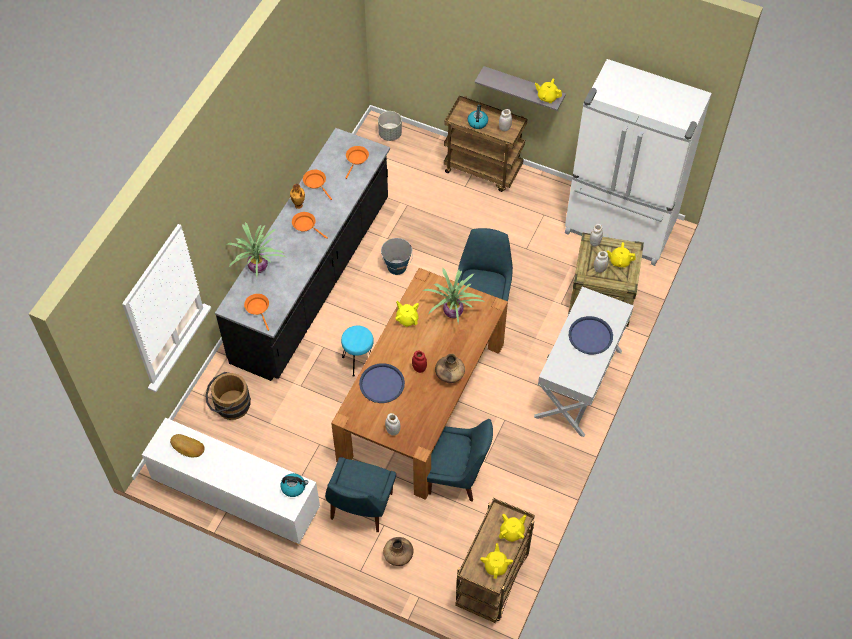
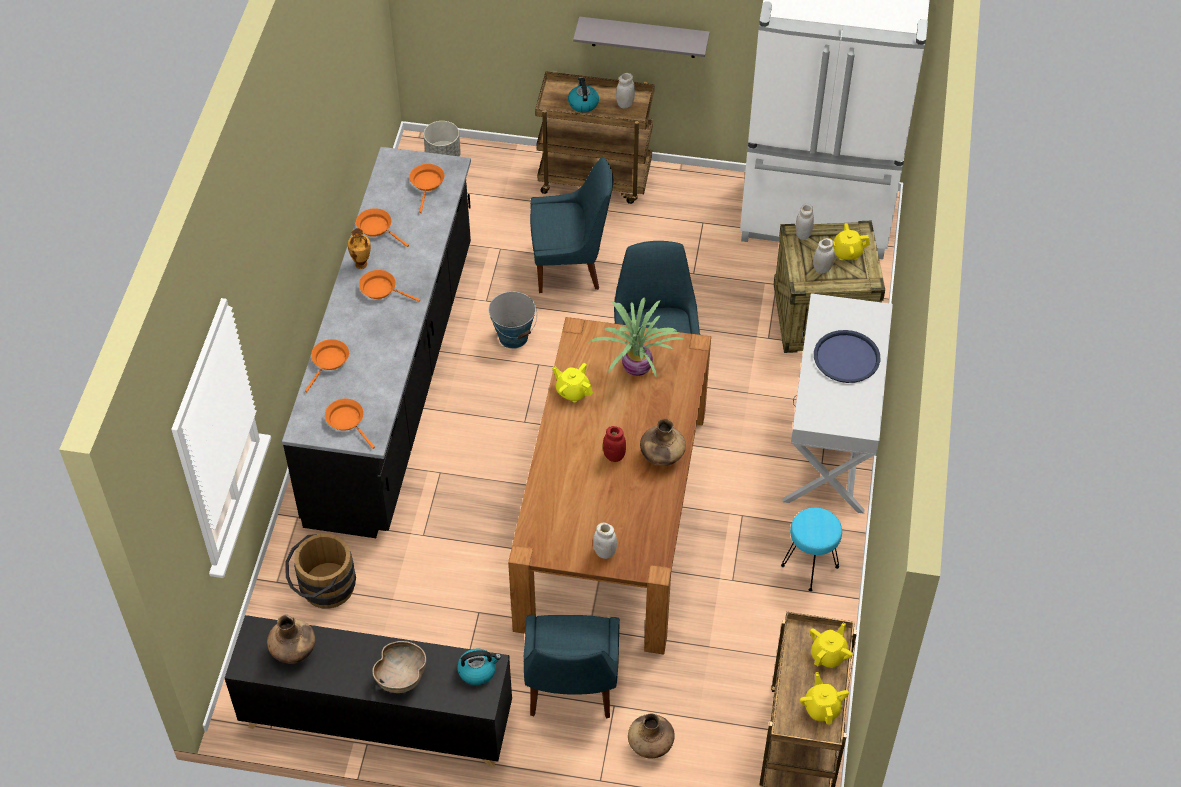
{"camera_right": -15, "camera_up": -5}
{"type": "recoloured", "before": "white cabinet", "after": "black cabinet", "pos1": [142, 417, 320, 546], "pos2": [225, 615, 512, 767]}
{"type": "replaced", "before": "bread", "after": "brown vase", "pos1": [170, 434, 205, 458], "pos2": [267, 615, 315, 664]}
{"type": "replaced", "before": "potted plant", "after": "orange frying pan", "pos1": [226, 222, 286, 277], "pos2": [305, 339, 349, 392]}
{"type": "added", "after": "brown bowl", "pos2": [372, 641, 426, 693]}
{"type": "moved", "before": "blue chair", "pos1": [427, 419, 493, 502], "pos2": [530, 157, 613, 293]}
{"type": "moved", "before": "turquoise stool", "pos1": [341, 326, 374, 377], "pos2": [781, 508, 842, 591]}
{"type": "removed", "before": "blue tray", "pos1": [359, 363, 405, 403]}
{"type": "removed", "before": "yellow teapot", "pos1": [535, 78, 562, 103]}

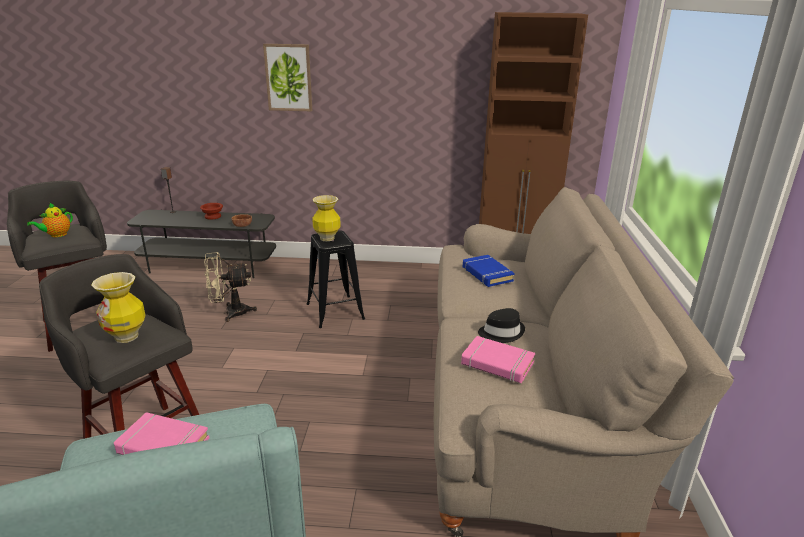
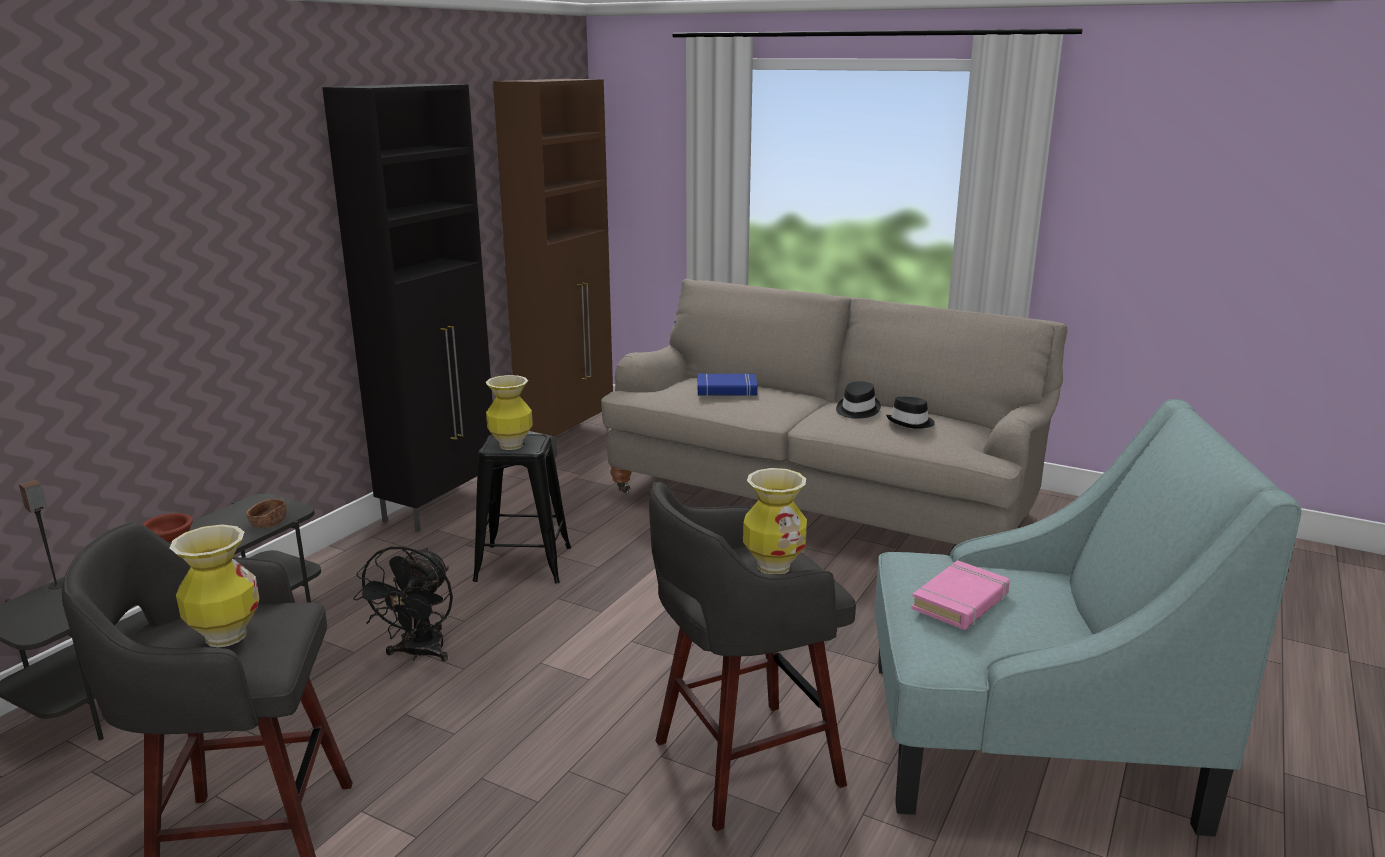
{"camera_right": -65, "camera_up": -5}
{"type": "replaced", "before": "teapot", "after": "vase", "pos1": [27, 202, 73, 237], "pos2": [169, 524, 259, 648]}
{"type": "added", "after": "black cabinet", "pos2": [322, 84, 493, 532]}
{"type": "recoloured", "before": "beige fan", "after": "black fan", "pos1": [204, 252, 257, 322], "pos2": [353, 546, 453, 662]}
{"type": "replaced", "before": "pink book", "after": "black hat", "pos1": [461, 336, 535, 383], "pos2": [886, 397, 935, 429]}
{"type": "removed", "before": "picture", "pos1": [263, 44, 312, 111]}

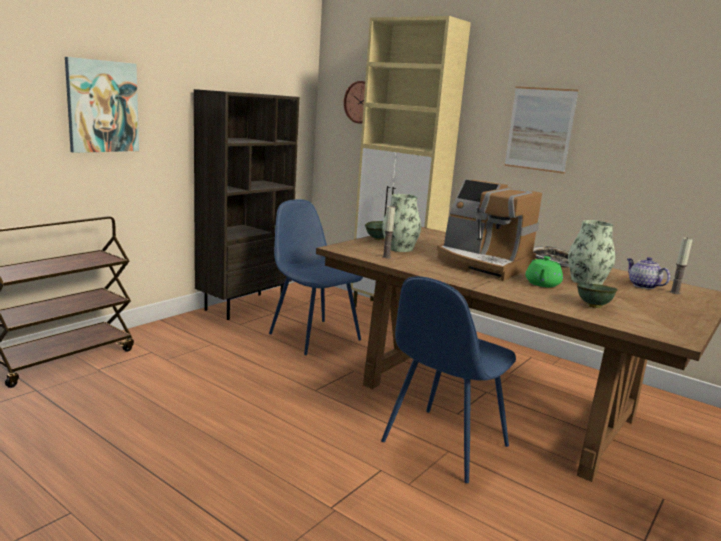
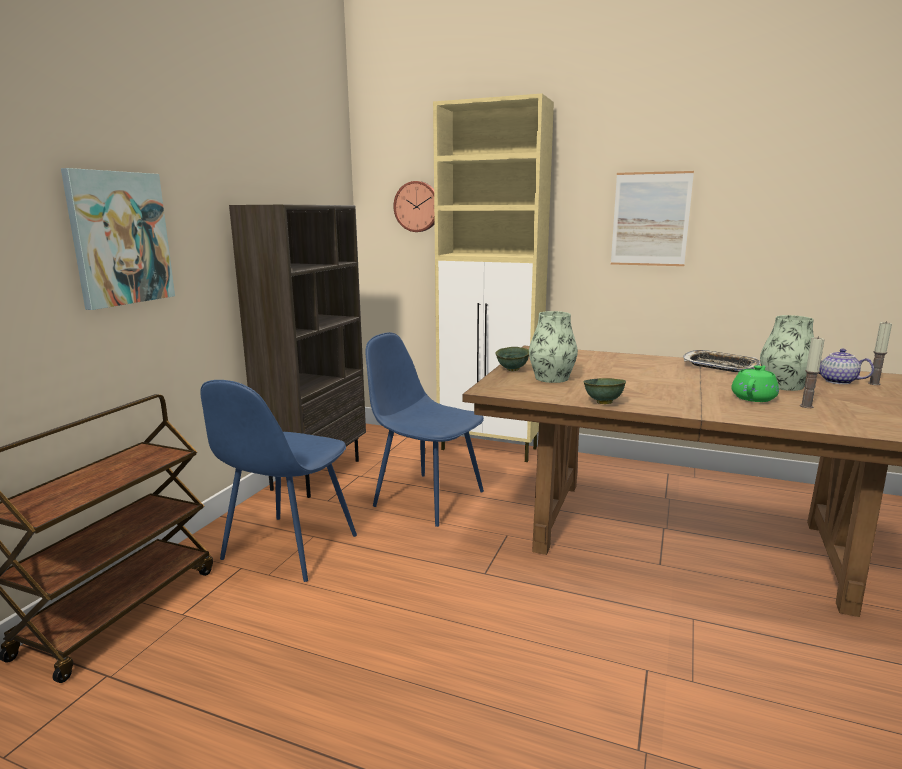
{"camera_right": -15, "camera_up": 0}
{"type": "moved", "before": "blue chair", "pos1": [381, 276, 516, 483], "pos2": [200, 380, 357, 582]}
{"type": "moved", "before": "green bowl", "pos1": [577, 284, 617, 308], "pos2": [584, 378, 626, 404]}
{"type": "turned", "before": "green teapot", "pos1": [525, 256, 563, 287], "pos2": [731, 365, 779, 402], "turn": -150}
{"type": "moved", "before": "candle", "pos1": [382, 205, 395, 258], "pos2": [800, 336, 825, 408]}
{"type": "removed", "before": "coffee machine", "pos1": [437, 179, 542, 281]}

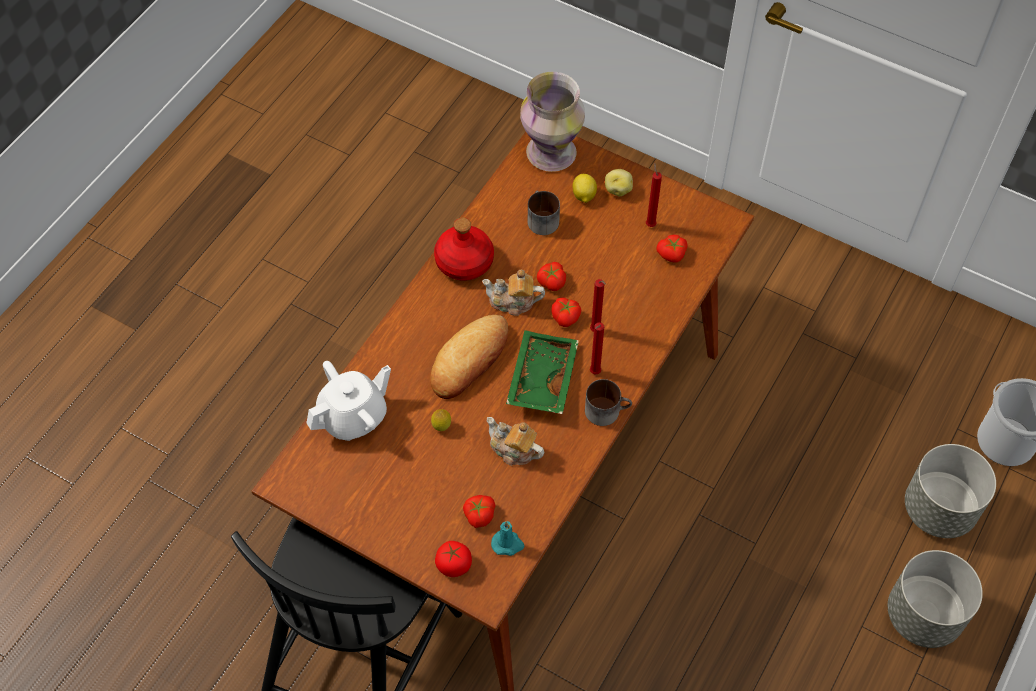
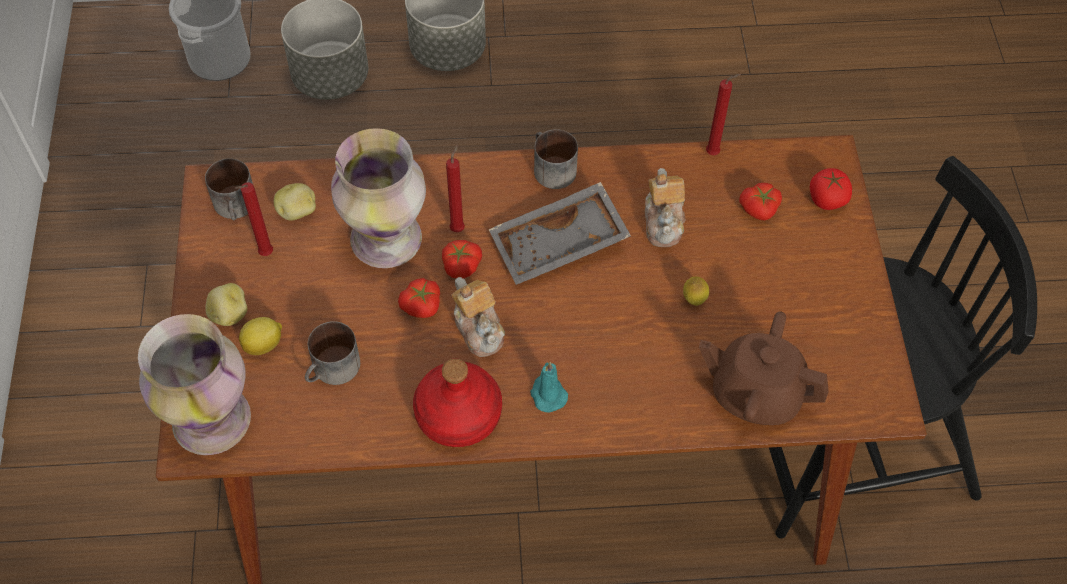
{"camera_right": -125, "camera_up": 0}
{"type": "added", "after": "mug", "pos2": [205, 158, 253, 220]}
{"type": "replaced", "before": "tomato", "after": "potato", "pos1": [657, 235, 687, 263], "pos2": [274, 183, 316, 220]}
{"type": "added", "after": "vase", "pos2": [331, 128, 426, 268]}
{"type": "recoloured", "before": "green tray", "after": "grey tray", "pos1": [506, 330, 579, 414], "pos2": [489, 182, 631, 285]}
{"type": "moved", "before": "turquoise candle", "pos1": [491, 521, 525, 556], "pos2": [530, 362, 568, 413]}
{"type": "recoloured", "before": "white teapot", "after": "brown teapot", "pos1": [307, 361, 391, 441], "pos2": [699, 311, 829, 425]}
{"type": "moved", "before": "red candle", "pos1": [590, 322, 604, 375], "pos2": [706, 74, 741, 155]}
{"type": "removed", "before": "bread", "pos1": [430, 315, 508, 399]}

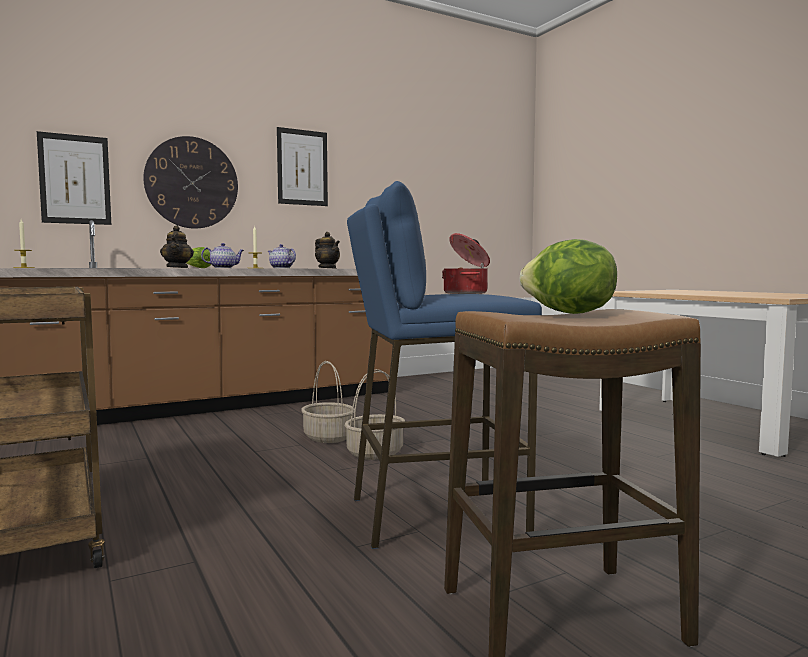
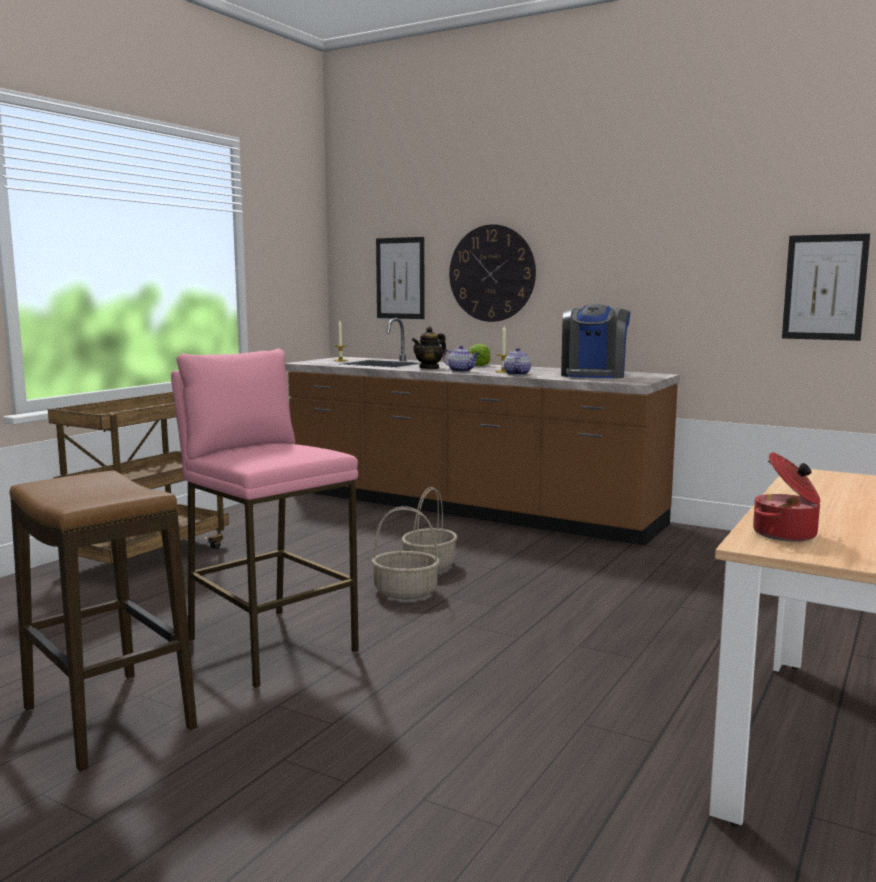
{"camera_right": 60, "camera_up": 5}
{"type": "recoloured", "before": "blue stool", "after": "pink stool", "pos1": [347, 181, 542, 549], "pos2": [171, 349, 359, 689]}
{"type": "replaced", "before": "teapot", "after": "coffee machine", "pos1": [315, 232, 340, 268], "pos2": [561, 304, 631, 378]}
{"type": "moved", "before": "cooking pot", "pos1": [442, 233, 490, 294], "pos2": [753, 452, 820, 541]}
{"type": "moved", "before": "picture", "pos1": [277, 127, 328, 206], "pos2": [782, 233, 870, 341]}
{"type": "removed", "before": "lettuce", "pos1": [520, 239, 617, 314]}

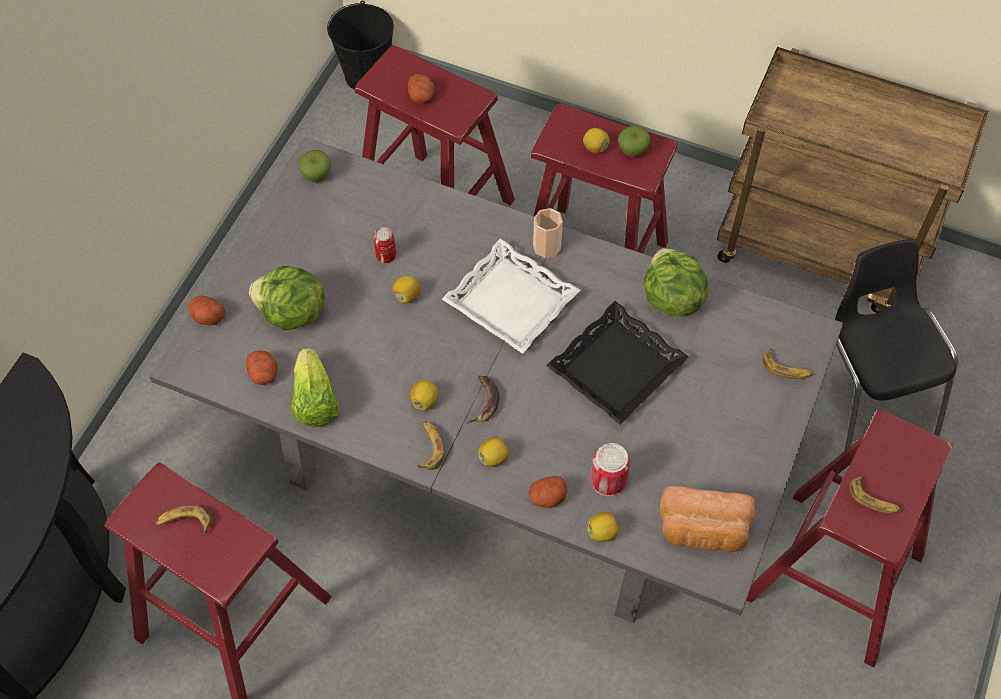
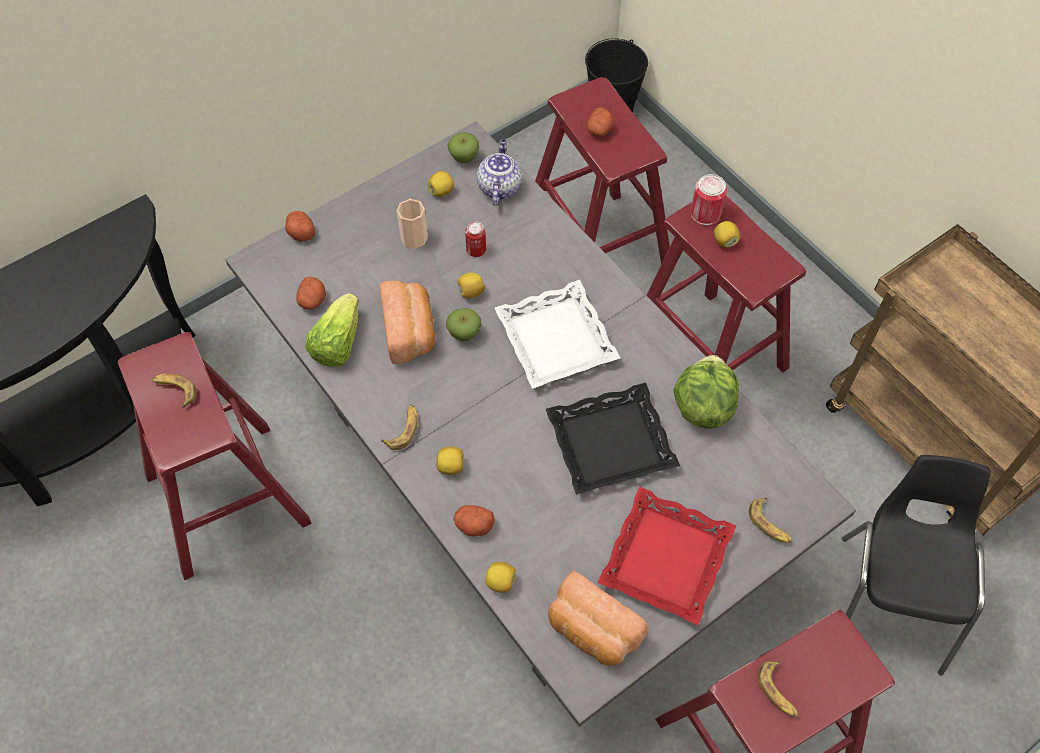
{"camera_right": 30, "camera_up": 0}
{"type": "added", "after": "bread", "pos2": [380, 281, 435, 364]}
{"type": "moved", "before": "cup", "pos1": [533, 208, 563, 258], "pos2": [397, 199, 428, 249]}
{"type": "moved", "before": "lemon", "pos1": [410, 380, 438, 410], "pos2": [428, 171, 454, 197]}
{"type": "moved", "before": "apple", "pos1": [618, 126, 650, 157], "pos2": [446, 308, 481, 342]}
{"type": "added", "after": "teapot", "pos2": [477, 139, 522, 206]}
{"type": "added", "after": "red tray", "pos2": [598, 487, 737, 625]}
{"type": "moved", "before": "can", "pos1": [590, 443, 630, 496], "pos2": [691, 174, 727, 225]}
{"type": "removed", "before": "lettuce", "pos1": [249, 266, 324, 330]}
{"type": "removed", "before": "banana", "pos1": [466, 376, 499, 424]}

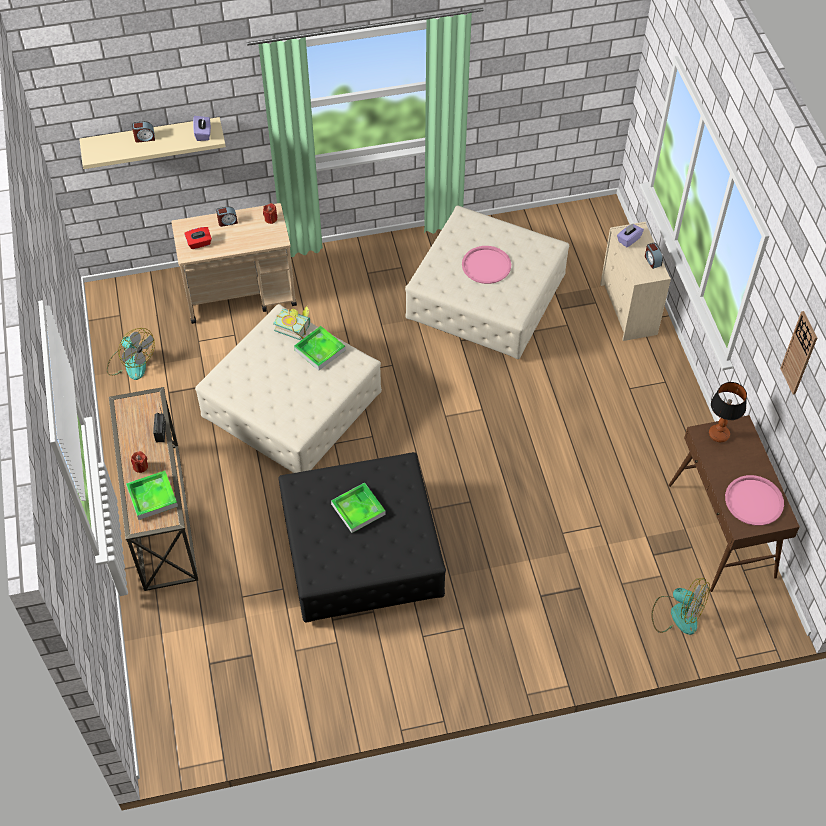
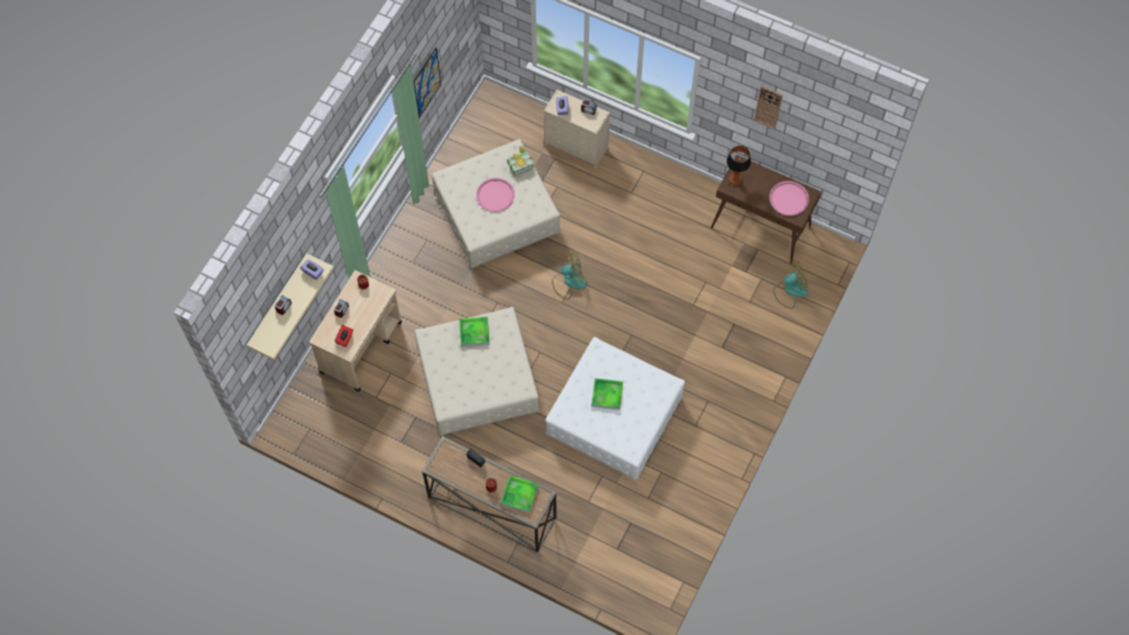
{"camera_right": -50, "camera_up": 10}
{"type": "added", "after": "picture", "pos2": [414, 48, 441, 118]}
{"type": "moved", "before": "book", "pos1": [273, 306, 310, 340], "pos2": [507, 146, 534, 176]}
{"type": "recoloured", "before": "black ottoman", "after": "white ottoman", "pos1": [279, 452, 446, 623], "pos2": [545, 337, 685, 480]}
{"type": "moved", "before": "fan", "pos1": [107, 328, 155, 380], "pos2": [552, 251, 586, 300]}

